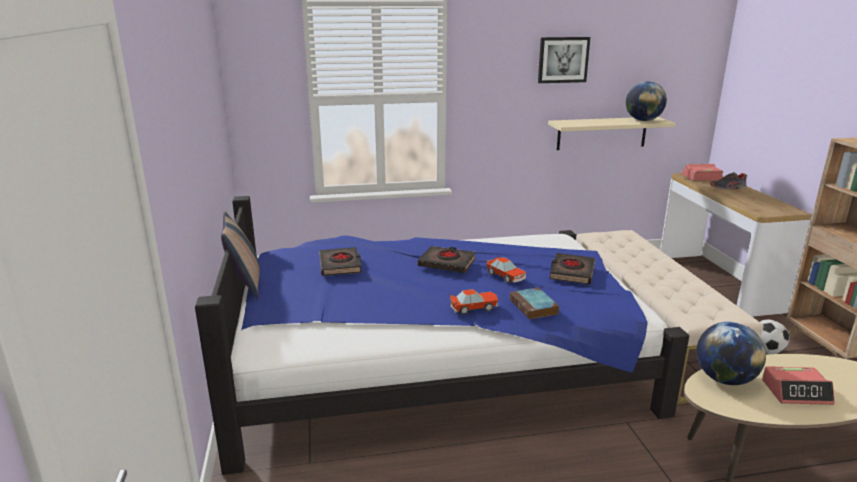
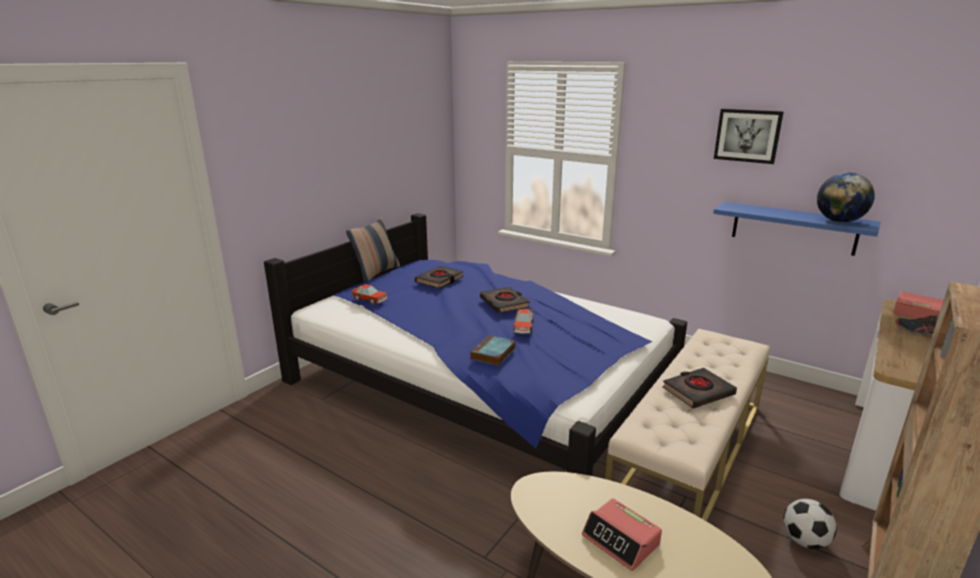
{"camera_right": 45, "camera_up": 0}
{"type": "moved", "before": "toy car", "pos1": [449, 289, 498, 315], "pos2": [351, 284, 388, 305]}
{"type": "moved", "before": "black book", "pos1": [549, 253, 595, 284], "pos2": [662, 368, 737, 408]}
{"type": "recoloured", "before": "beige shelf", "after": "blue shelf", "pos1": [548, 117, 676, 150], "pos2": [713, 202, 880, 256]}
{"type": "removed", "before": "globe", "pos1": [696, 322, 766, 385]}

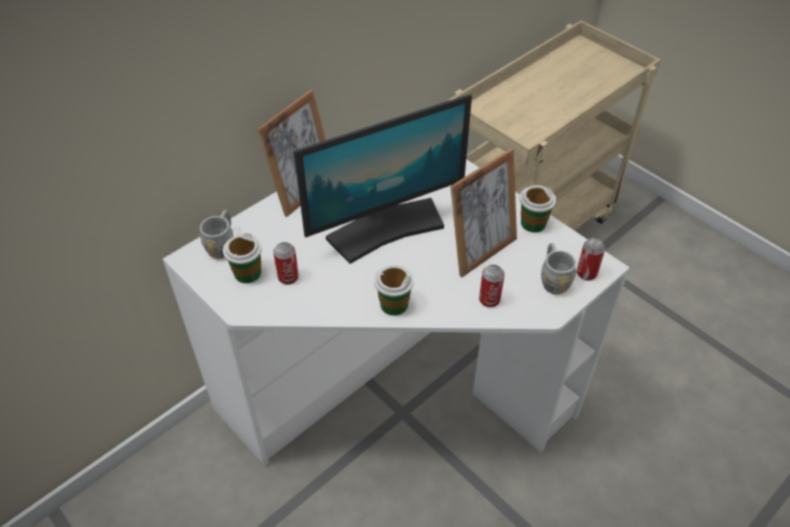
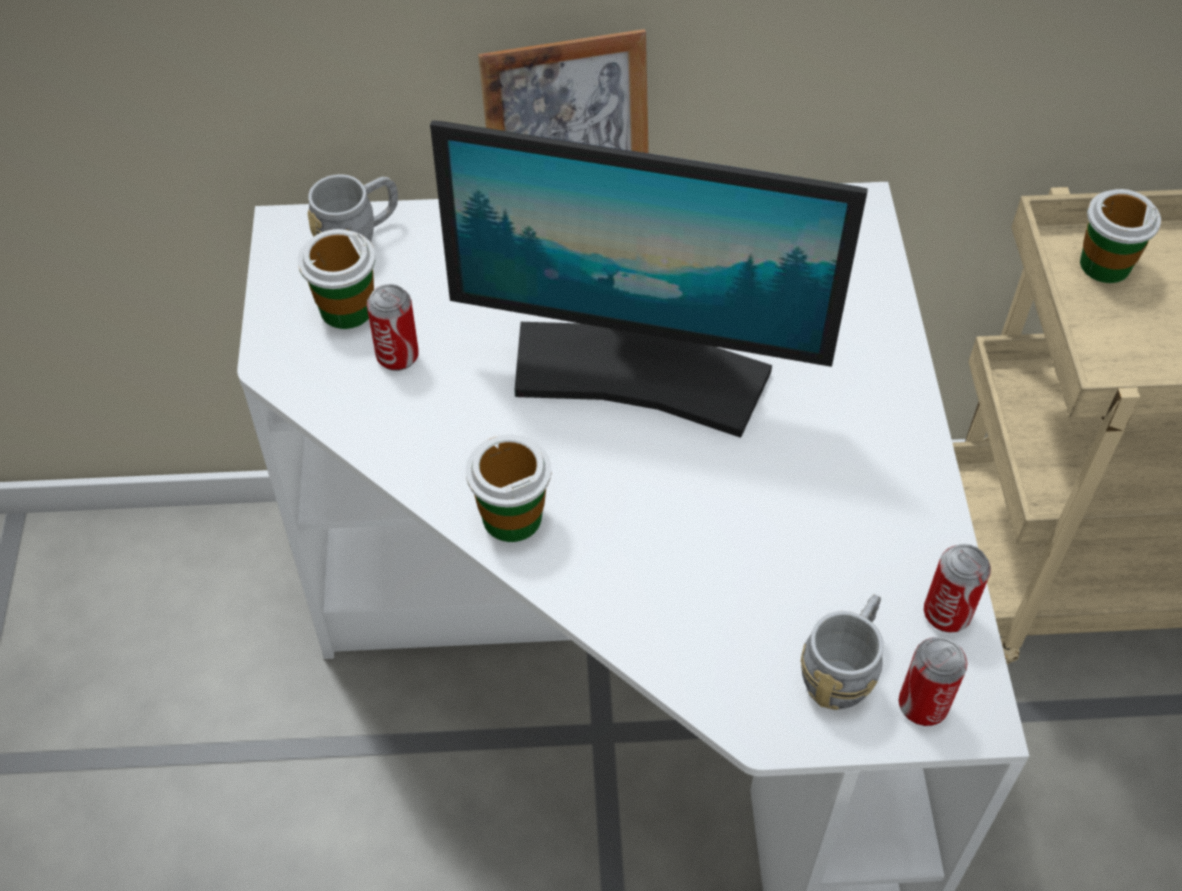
{"camera_right": 40, "camera_up": 5}
{"type": "moved", "before": "can", "pos1": [479, 265, 505, 308], "pos2": [924, 544, 991, 633]}
{"type": "moved", "before": "cup", "pos1": [520, 185, 556, 233], "pos2": [1080, 189, 1161, 283]}
{"type": "removed", "before": "picture frame", "pos1": [450, 148, 517, 277]}

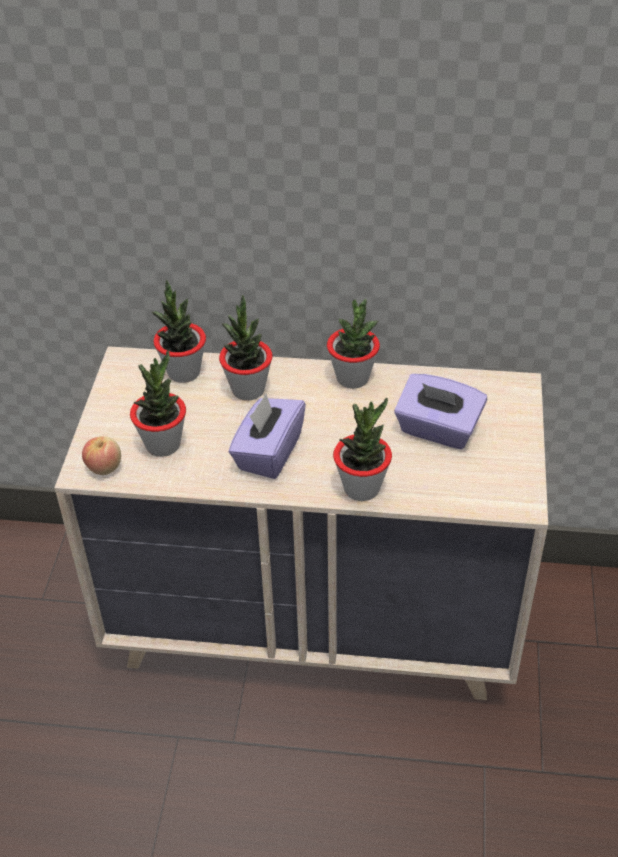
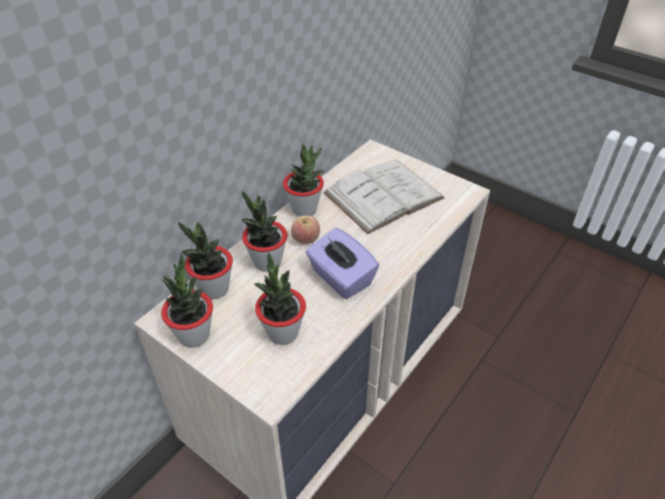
{"camera_right": -60, "camera_up": 0}
{"type": "moved", "before": "potted plant", "pos1": [333, 398, 392, 501], "pos2": [161, 253, 213, 348]}
{"type": "moved", "before": "apple", "pos1": [82, 436, 121, 475], "pos2": [291, 215, 320, 244]}
{"type": "replaced", "before": "purple tissue box", "after": "white book", "pos1": [394, 374, 487, 449], "pos2": [323, 160, 445, 234]}

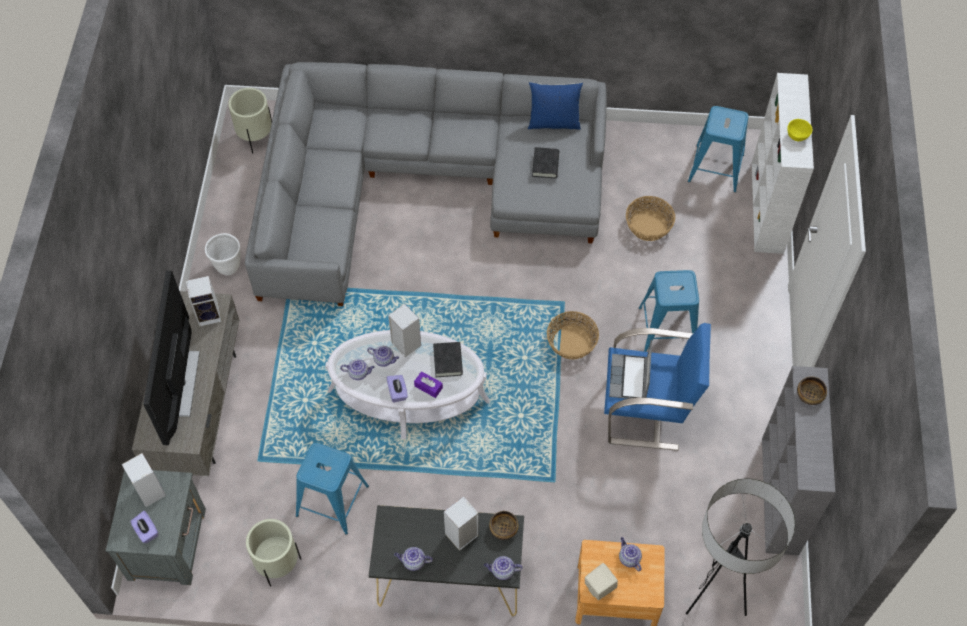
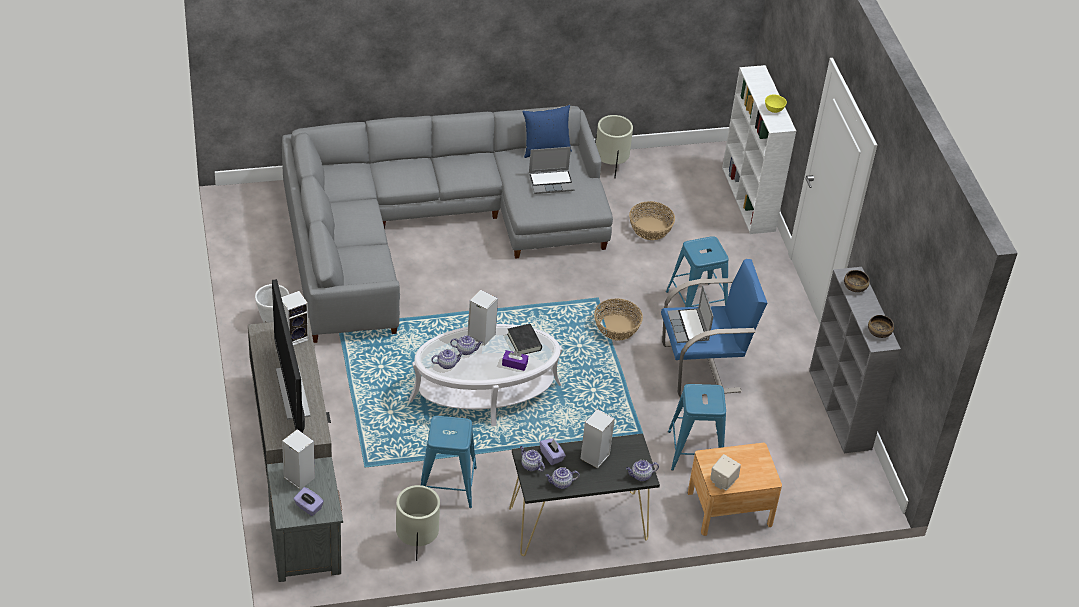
{"camera_right": -20, "camera_up": -15}
{"type": "moved", "before": "teapot", "pos1": [619, 537, 642, 571], "pos2": [520, 446, 545, 471]}
{"type": "replaced", "before": "black book", "after": "laptop", "pos1": [532, 147, 559, 178], "pos2": [529, 147, 575, 194]}
{"type": "moved", "before": "purple tissue box", "pos1": [387, 375, 408, 403], "pos2": [539, 438, 566, 465]}
{"type": "moved", "before": "beige planter", "pos1": [228, 88, 272, 153], "pos2": [595, 115, 633, 178]}
{"type": "moved", "before": "blue stool", "pos1": [688, 106, 748, 192], "pos2": [668, 384, 726, 471]}
{"type": "moved", "before": "bowl", "pos1": [489, 511, 519, 540], "pos2": [868, 315, 894, 338]}
{"type": "removed", "before": "floor lamp", "pos1": [686, 479, 795, 616]}

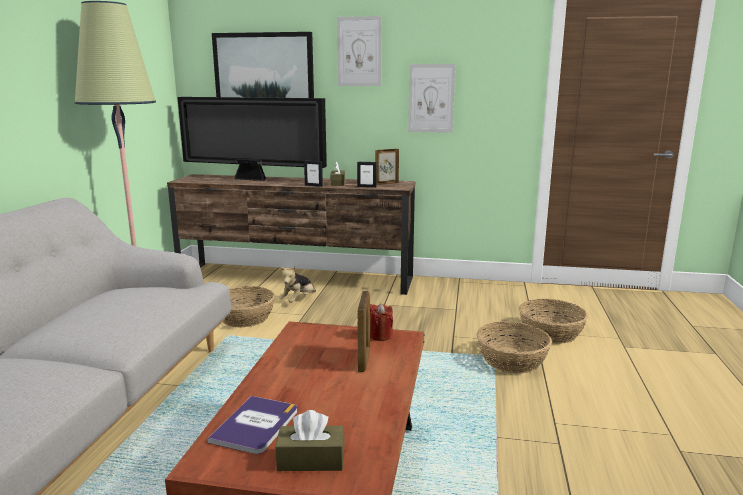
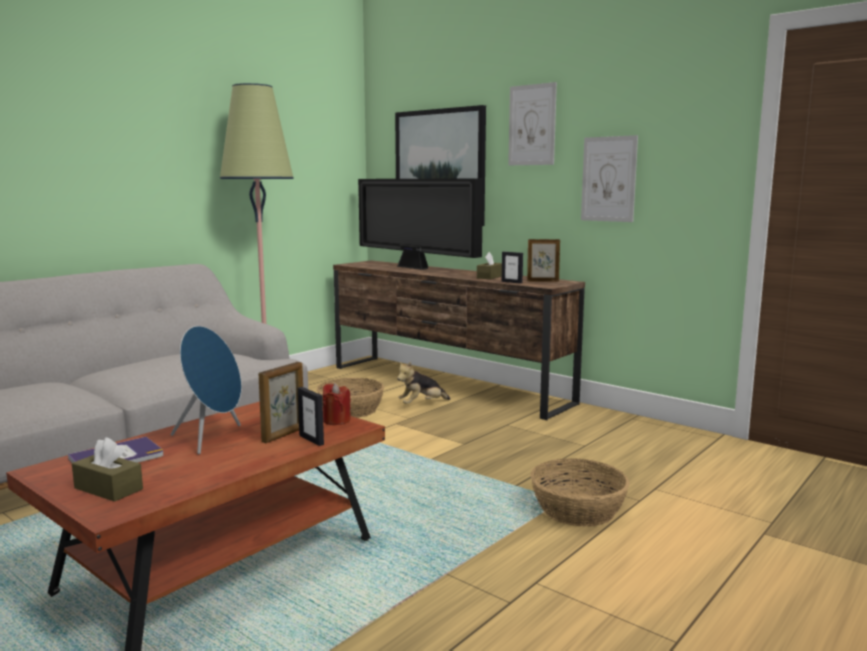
{"camera_right": 30, "camera_up": -5}
{"type": "added", "after": "blue speaker", "pos2": [171, 326, 242, 454]}
{"type": "moved", "before": "picture frame", "pos1": [304, 160, 323, 187], "pos2": [298, 387, 324, 446]}
{"type": "removed", "before": "basket", "pos1": [519, 299, 588, 344]}

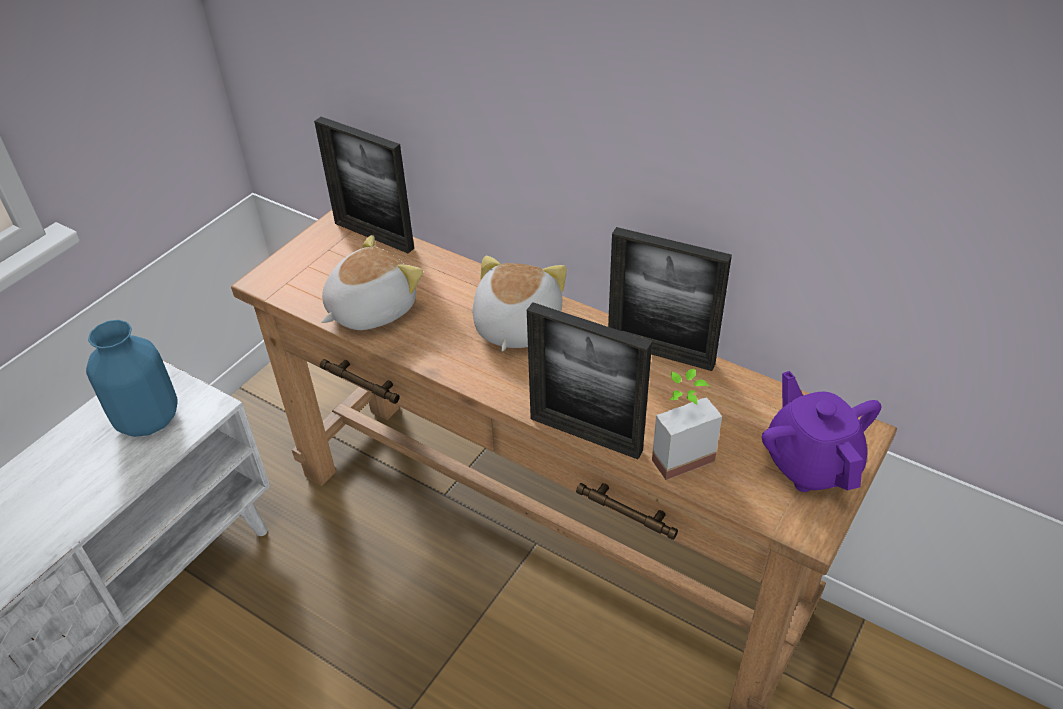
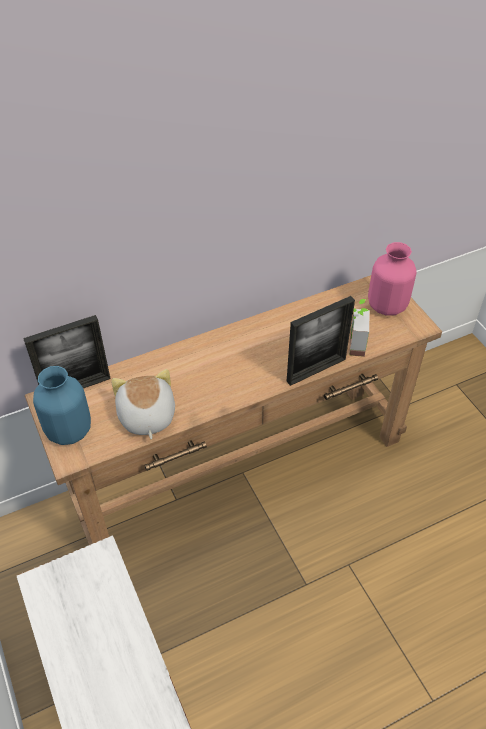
{"camera_right": -60, "camera_up": 5}
{"type": "moved", "before": "blue vase", "pos1": [86, 320, 178, 437], "pos2": [33, 366, 91, 445]}
{"type": "replaced", "before": "purple teapot", "after": "pink vase", "pos1": [762, 371, 881, 492], "pos2": [368, 242, 417, 316]}
{"type": "removed", "before": "plush toy", "pos1": [473, 256, 567, 352]}
{"type": "removed", "before": "picture frame", "pos1": [608, 227, 732, 371]}

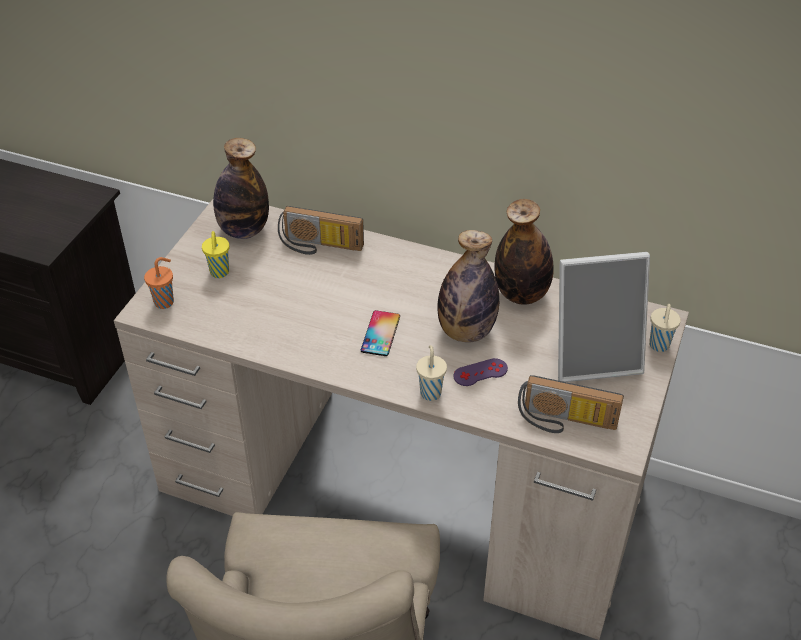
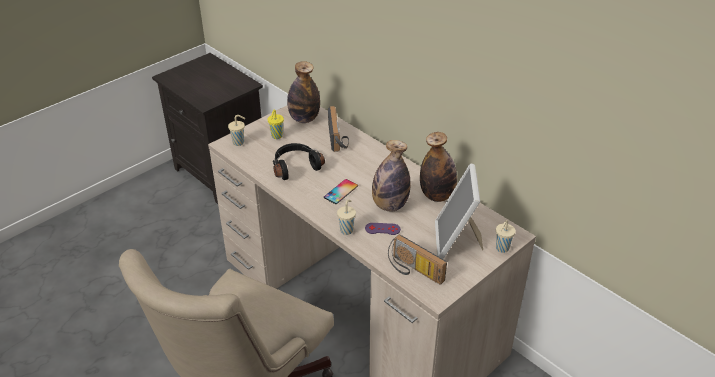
{"camera_right": 25, "camera_up": -5}
{"type": "recoloured", "before": "orange cup", "after": "beige cup", "pos1": [144, 257, 174, 309], "pos2": [228, 115, 245, 146]}
{"type": "added", "after": "black headphones", "pos2": [273, 143, 325, 180]}
{"type": "turned", "before": "radio", "pos1": [278, 206, 364, 255], "pos2": [328, 106, 349, 152], "turn": -135}
{"type": "turned", "before": "picture frame", "pos1": [558, 252, 650, 382], "pos2": [435, 164, 483, 259], "turn": 75}

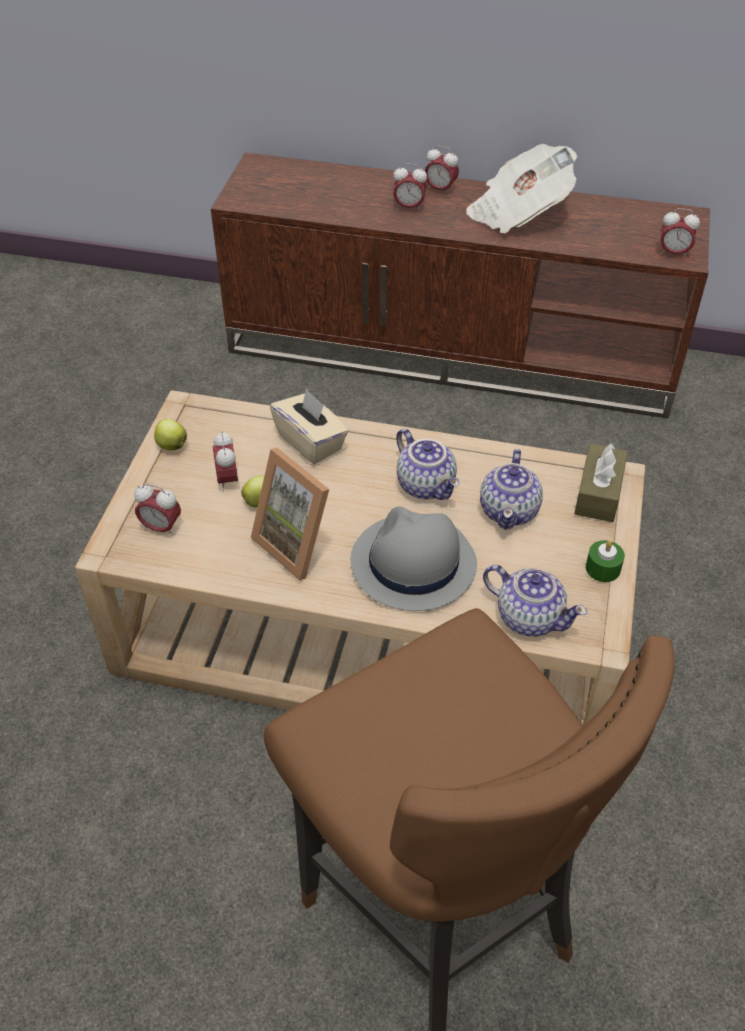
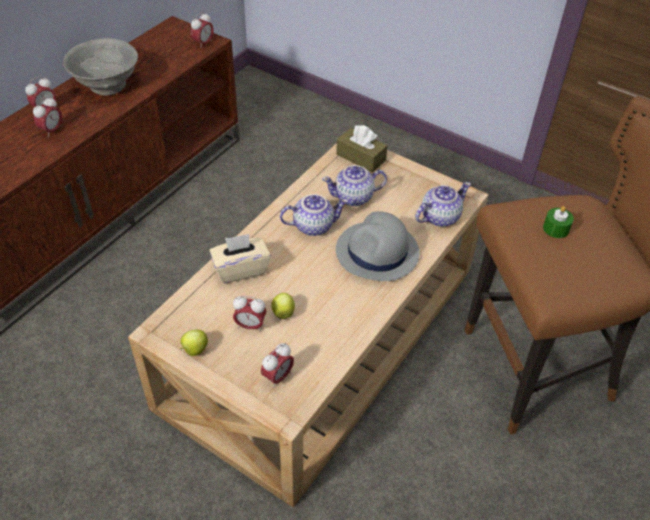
{"camera_right": -70, "camera_up": 0}
{"type": "replaced", "before": "newspaper", "after": "grey bowl", "pos1": [466, 144, 578, 234], "pos2": [63, 38, 138, 96]}
{"type": "turned", "before": "teapot", "pos1": [480, 449, 543, 530], "pos2": [322, 165, 387, 206], "turn": 135}
{"type": "moved", "before": "green candle", "pos1": [586, 540, 625, 582], "pos2": [543, 206, 574, 238]}
{"type": "removed", "before": "picture frame", "pos1": [251, 448, 329, 581]}

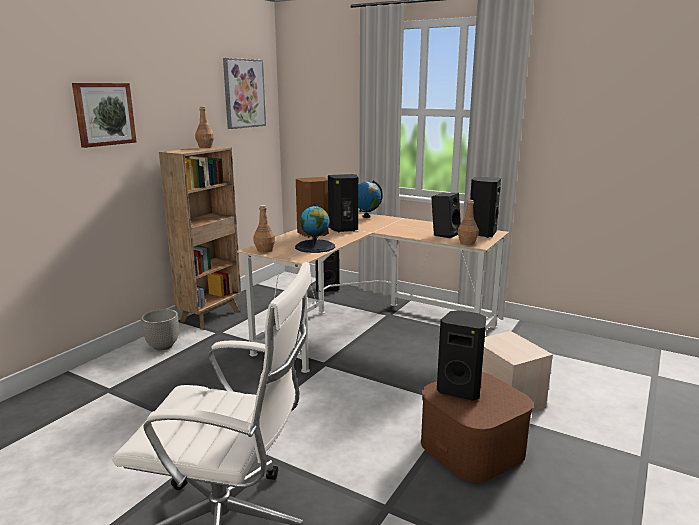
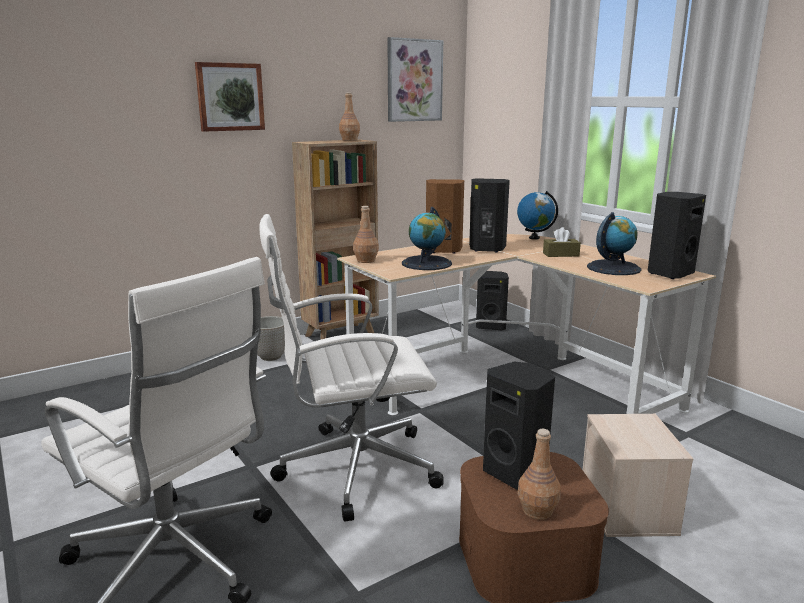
{"camera_right": 25, "camera_up": 0}
{"type": "added", "after": "white office chair", "pos2": [260, 214, 444, 522]}
{"type": "moved", "before": "brown bottle", "pos1": [458, 200, 479, 245], "pos2": [517, 429, 561, 520]}
{"type": "added", "after": "brown tissue box", "pos2": [543, 227, 581, 257]}
{"type": "replaced", "before": "black speaker", "after": "globe", "pos1": [431, 193, 461, 238], "pos2": [587, 212, 641, 275]}

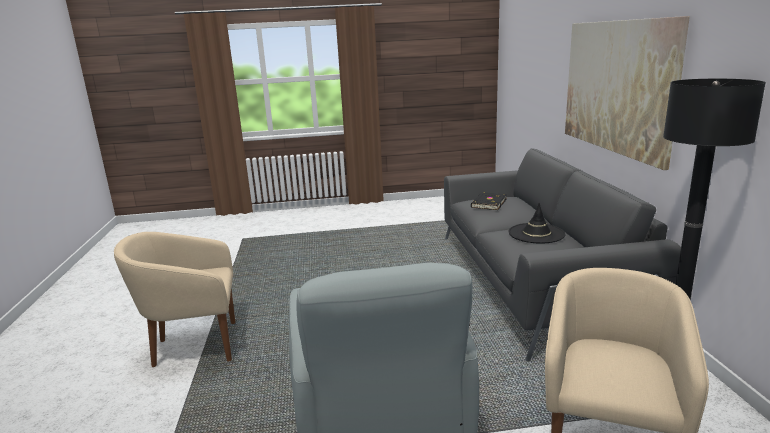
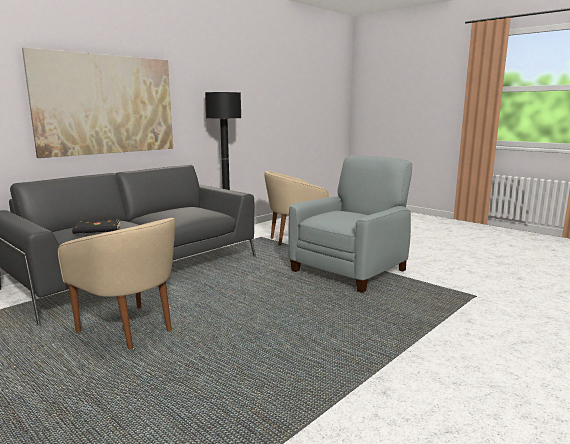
{"camera_right": -130, "camera_up": -5}
{"type": "moved", "before": "beige armchair", "pos1": [114, 232, 235, 367], "pos2": [58, 218, 175, 349]}
{"type": "removed", "before": "black hat", "pos1": [508, 203, 566, 244]}

